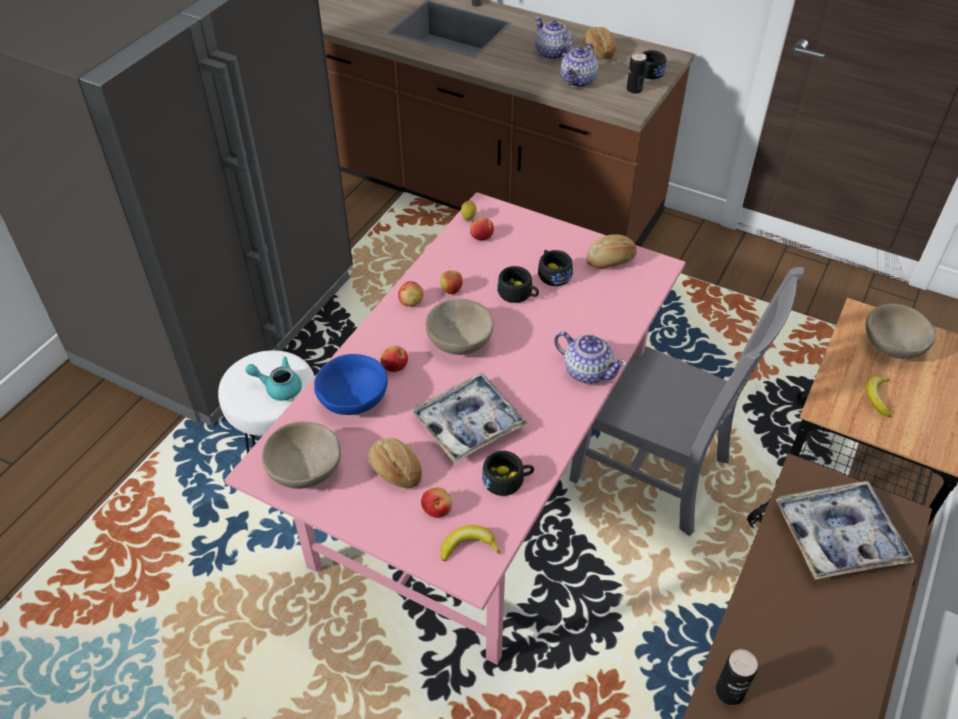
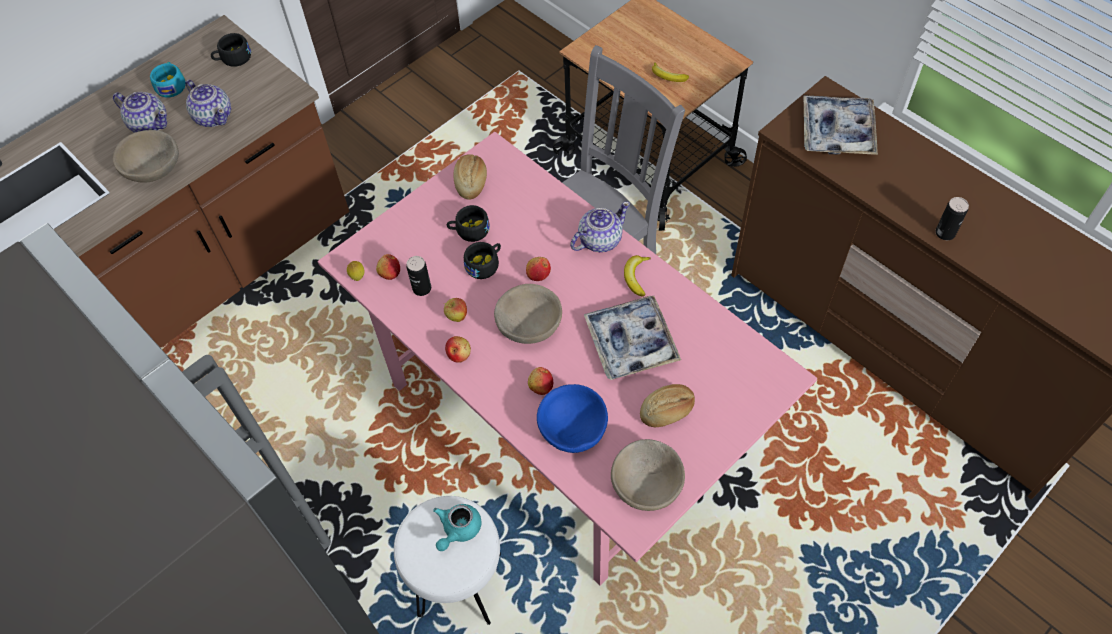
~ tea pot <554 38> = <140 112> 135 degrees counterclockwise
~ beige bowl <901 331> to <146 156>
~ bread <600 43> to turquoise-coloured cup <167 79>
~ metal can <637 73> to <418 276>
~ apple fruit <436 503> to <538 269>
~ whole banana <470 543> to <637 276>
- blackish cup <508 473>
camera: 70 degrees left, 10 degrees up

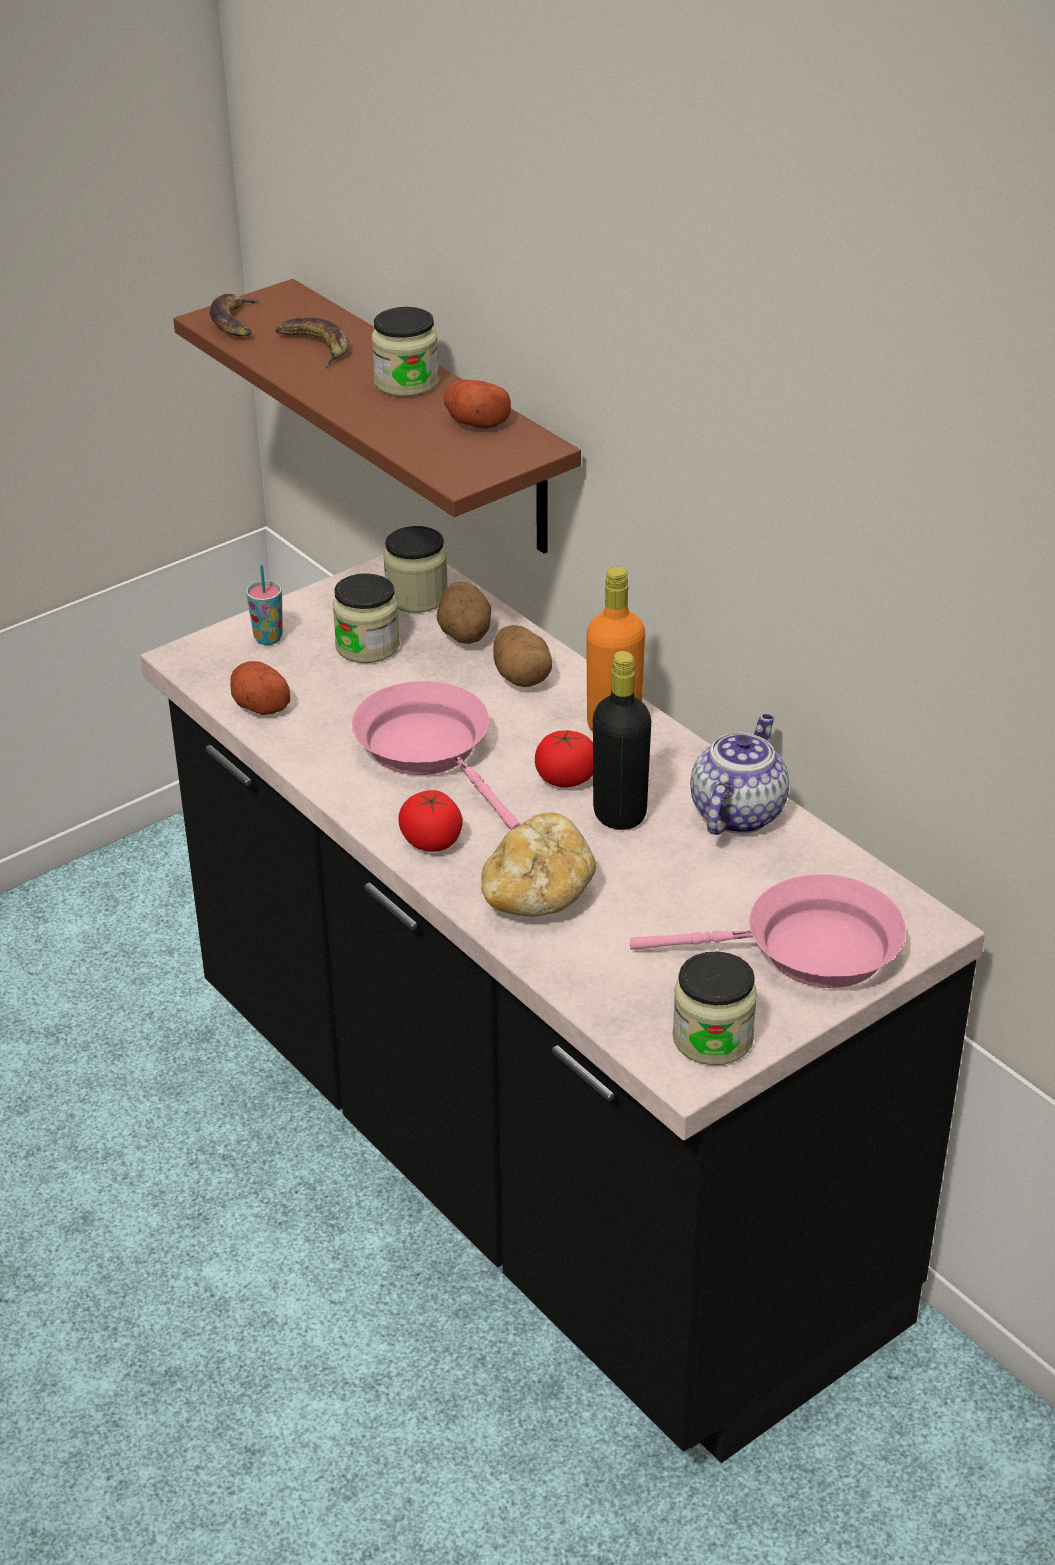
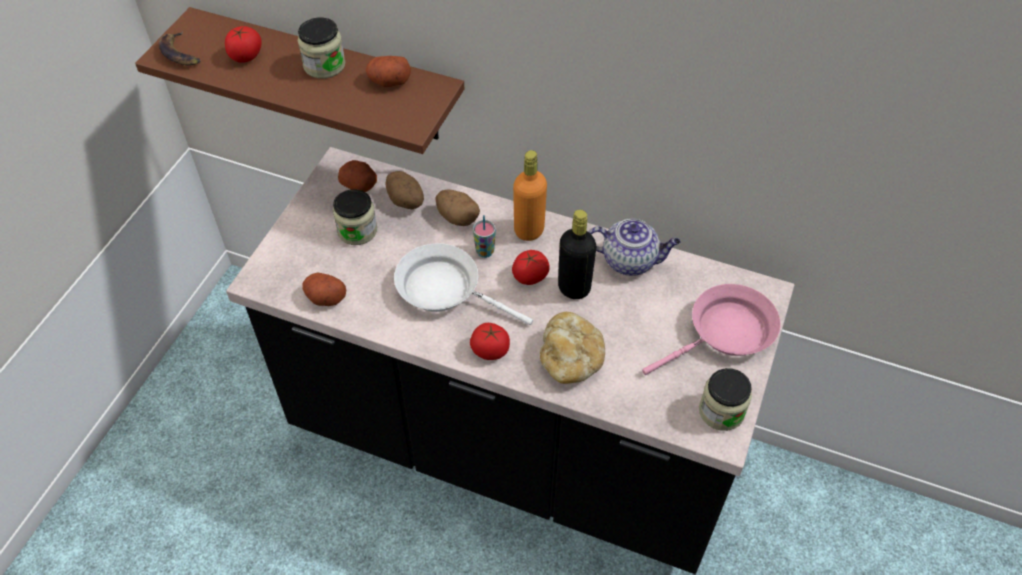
~ whole banana <312 343> to whole tomato <243 44>
~ preserve jar <415 569> to whole potato <357 176>
~ pink frying pan <436 755> to white frying pan <463 284>
~ cup <264 605> to <484 236>
~ tea pot <739 774> = <634 247> 105 degrees clockwise
camera: 30 degrees left, 15 degrees up

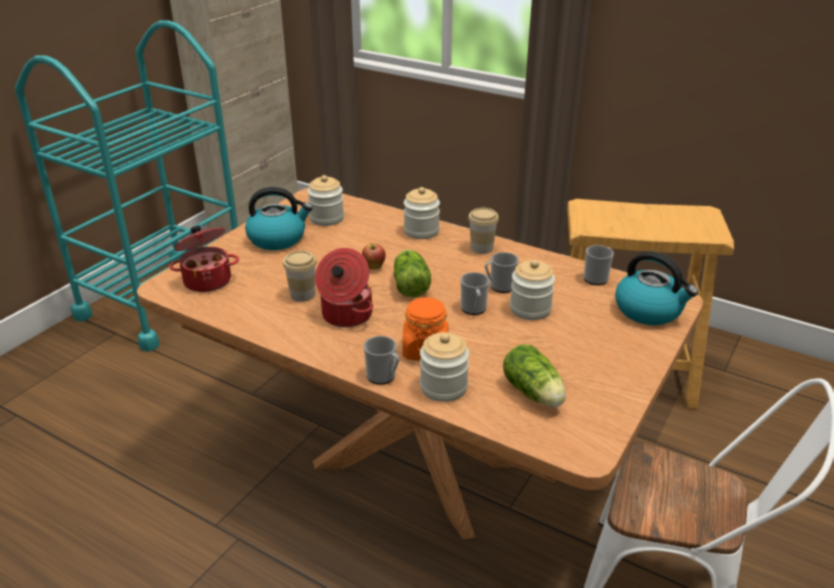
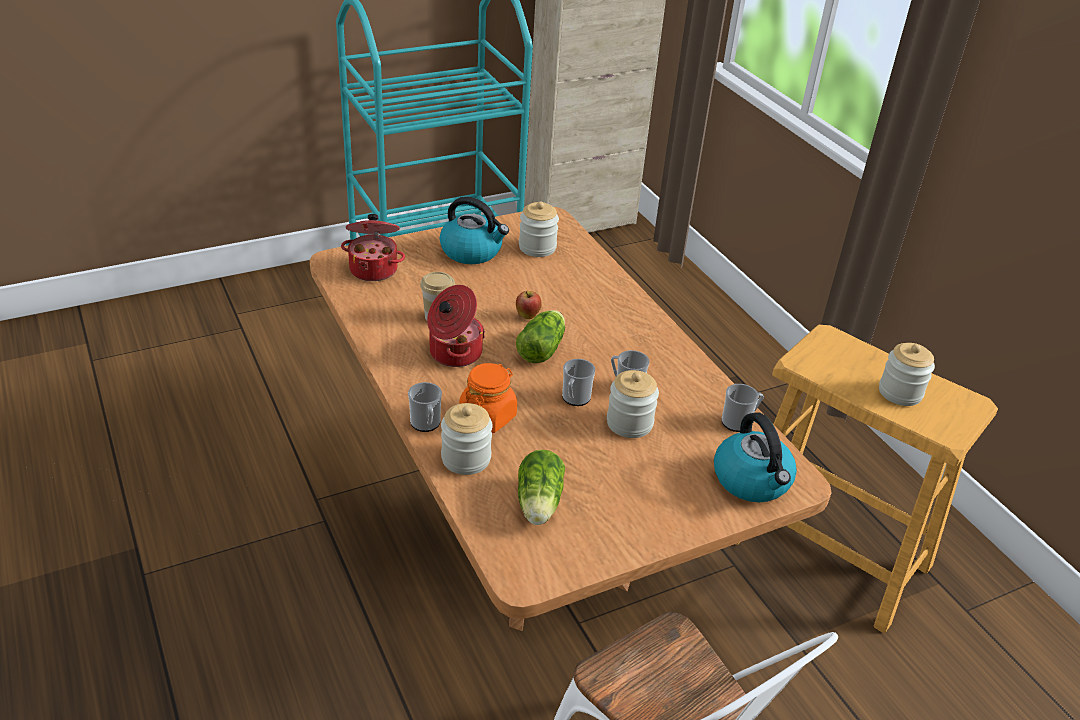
~ preserve jar <422 213> to <907 374>
- cup <483 230>
camera: 30 degrees right, 5 degrees up

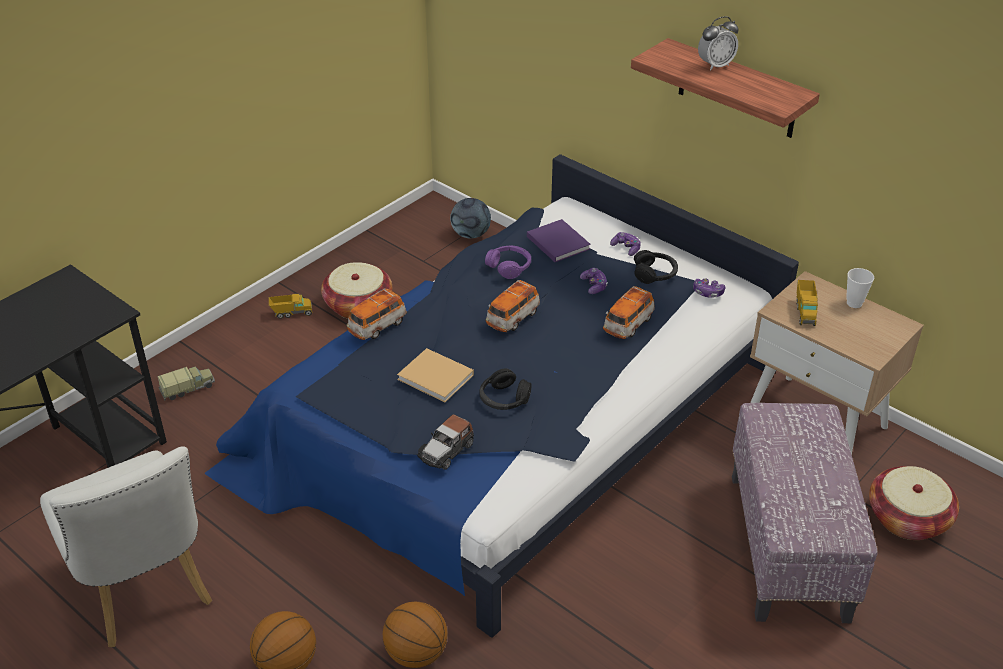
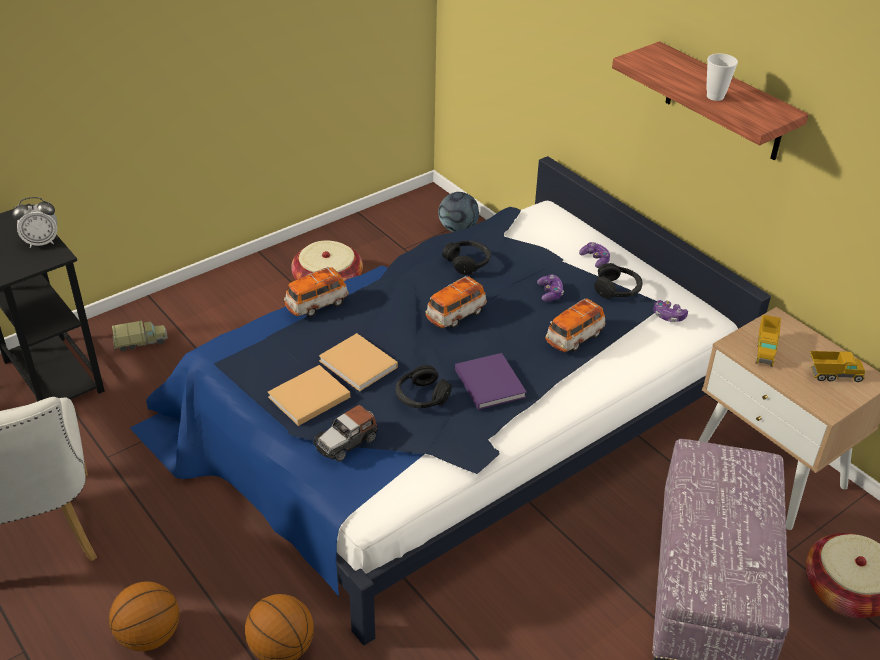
~ alarm clock <718 43> to <34 222>
+ beige bound book <309 395>
~ purplish headphones <508 262> to blackish headphones <466 258>
~ purplish bound book <559 240> to <491 381>
~ cup <860 288> to <722 77>
~ toy truck <291 306> to <837 366>
camera: 10 degrees right, 0 degrees up

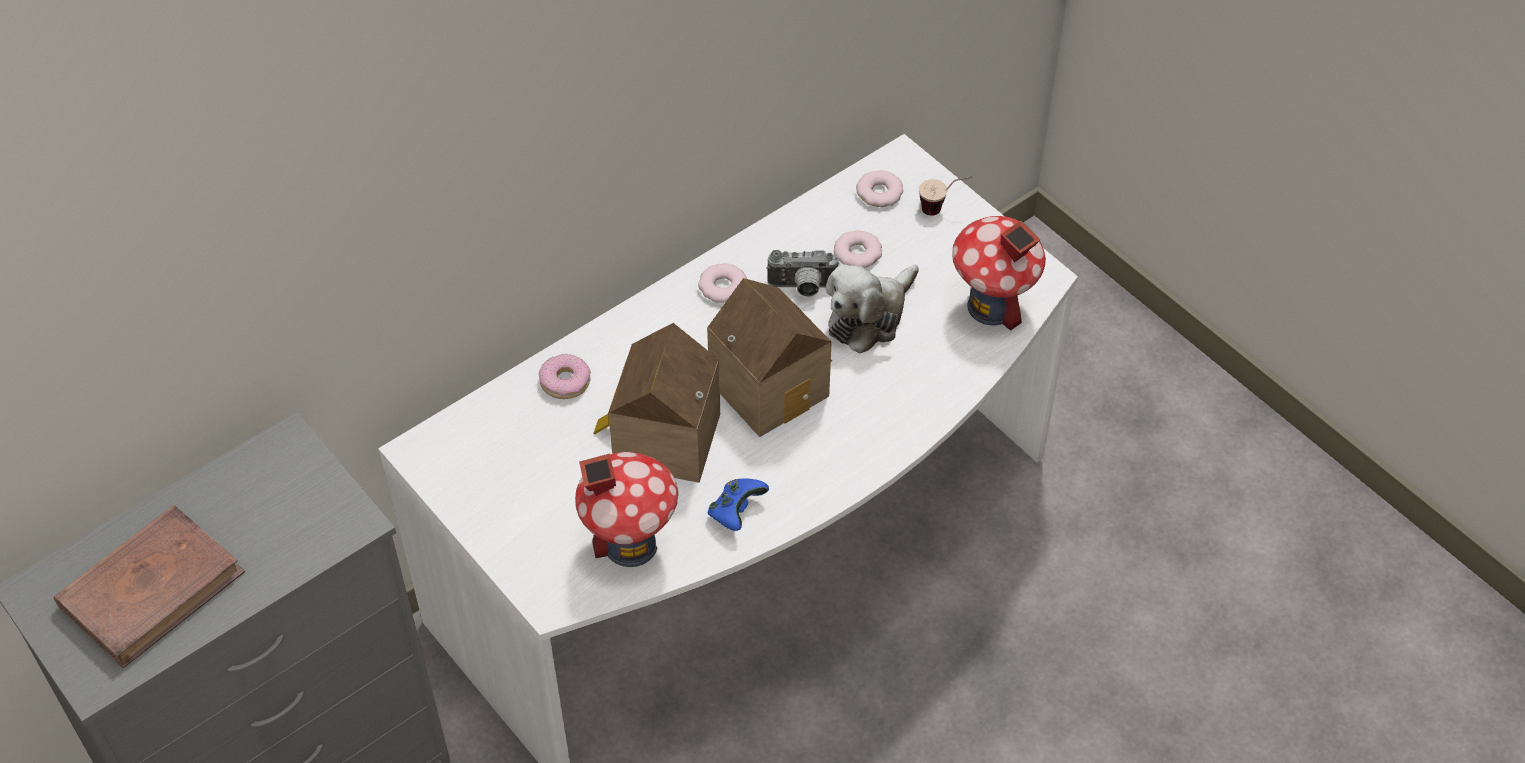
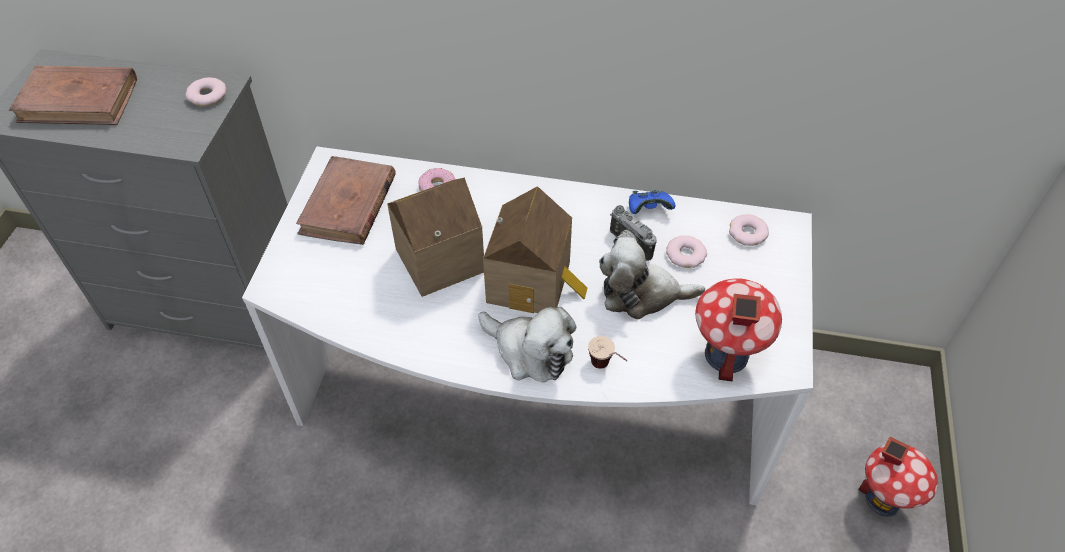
~ ring doughnut <722 283> to <206 91>
+ brownish bound book <346 200>
+ plush toy <527 344>
~ cup <946 196> to <608 352>
~ blue-coloured joypad <738 504> to <652 202>
~ toy house <626 509> to <898 477>
camera: 50 degrees right, 0 degrees up

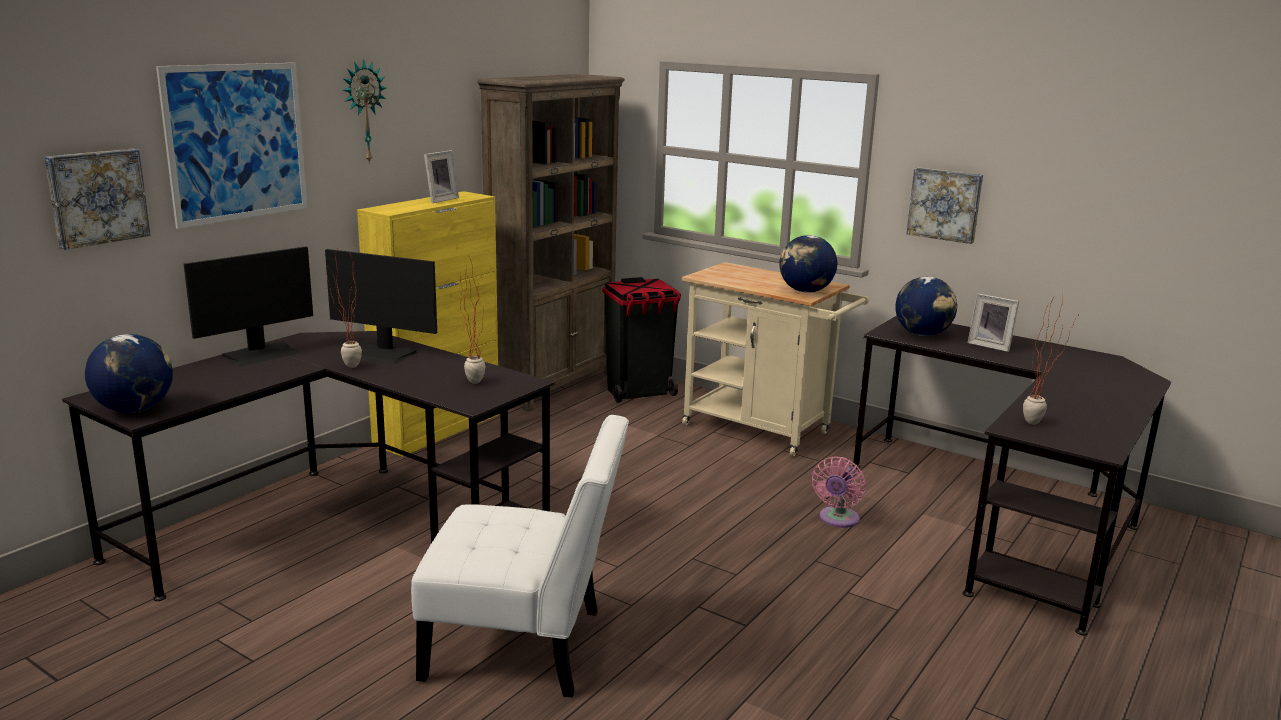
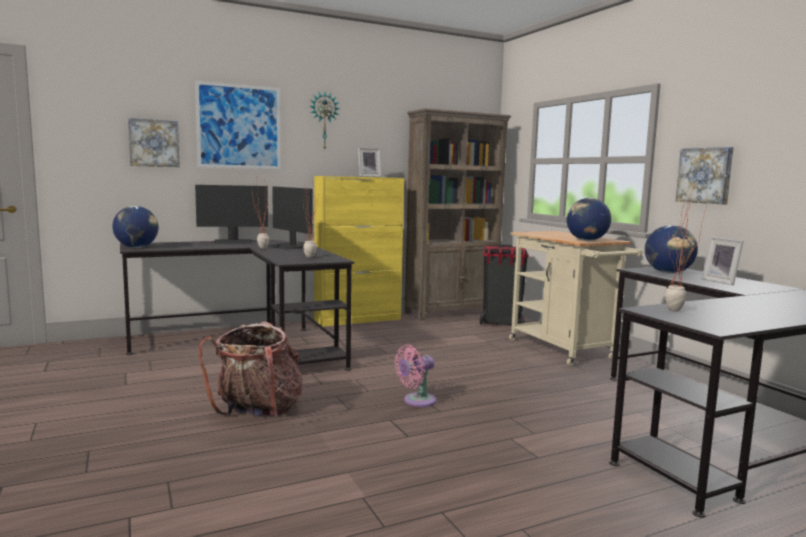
~ white plain chair <520 556> to knapsack <250 369>
~ pink cooling fan <839 492> to <415 376>
camera: 30 degrees right, 10 degrees down

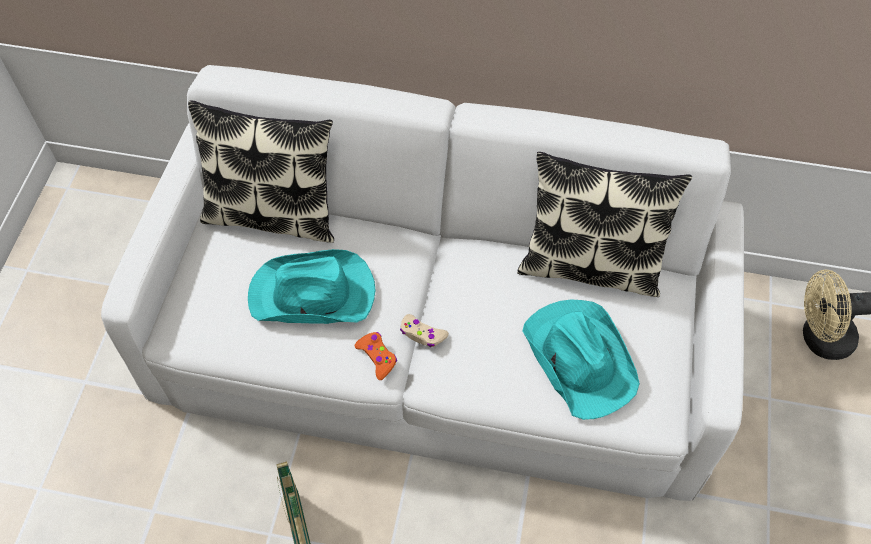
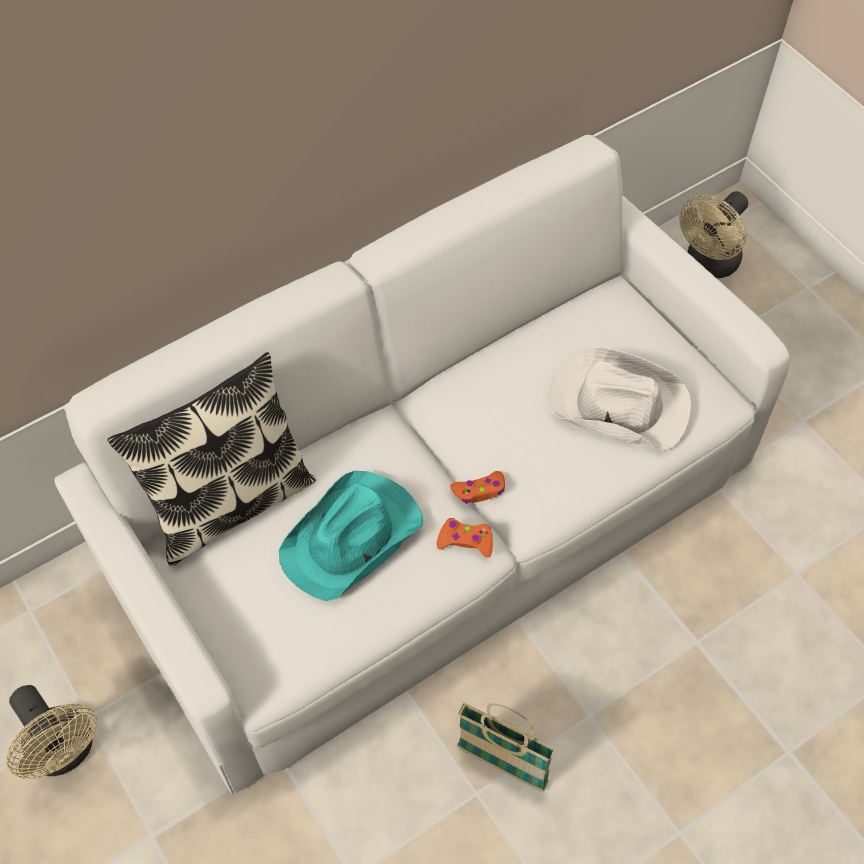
+ beige cooling fan <51 732>
~ beige joypad <424 330> to orangey joypad <477 487>
~ turquoise-coloured clothing hat <581 359> to white clothing hat <620 399>
- cushion <604 224>
camera: 45 degrees left, 0 degrees up

